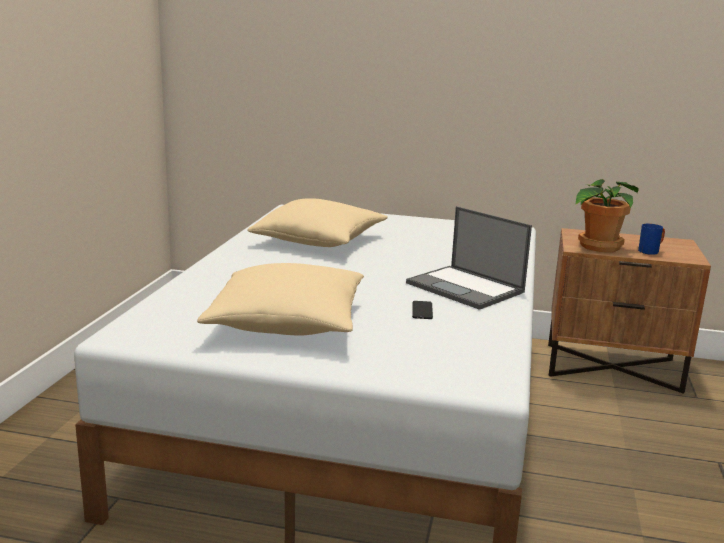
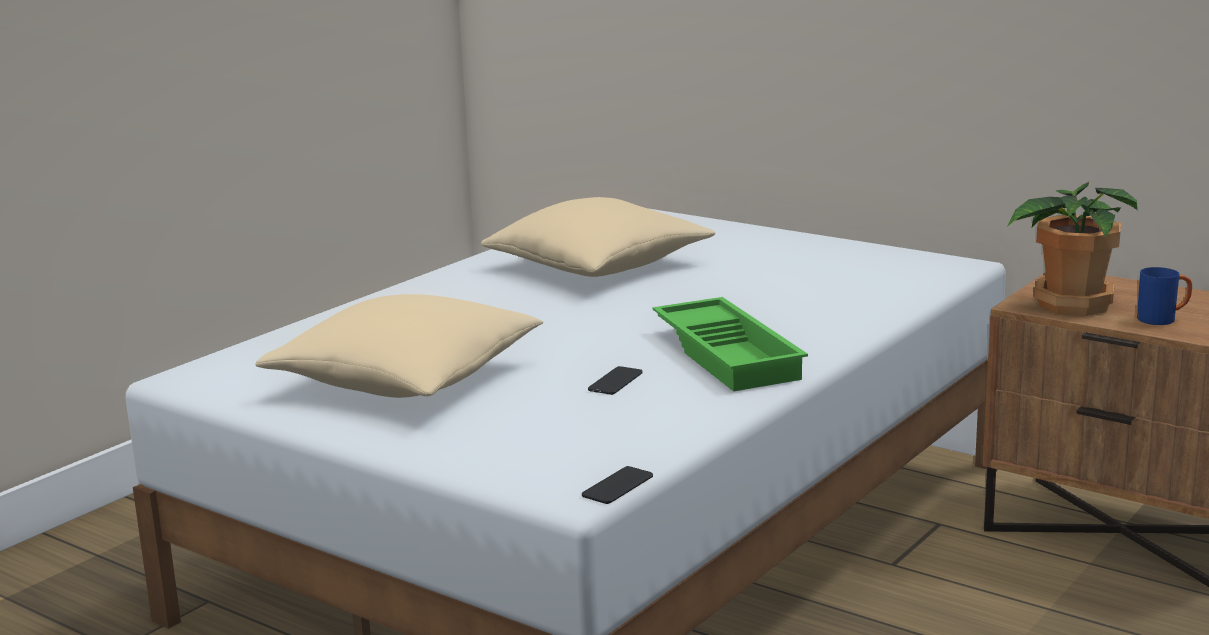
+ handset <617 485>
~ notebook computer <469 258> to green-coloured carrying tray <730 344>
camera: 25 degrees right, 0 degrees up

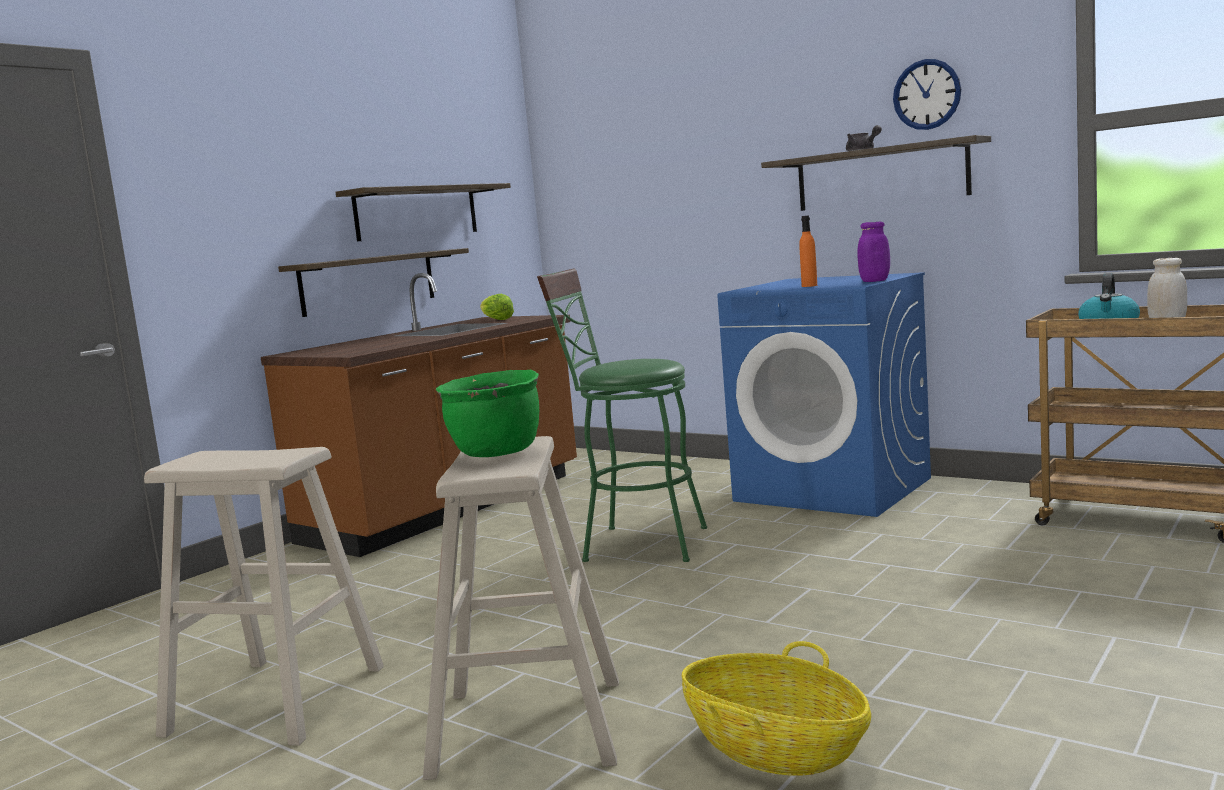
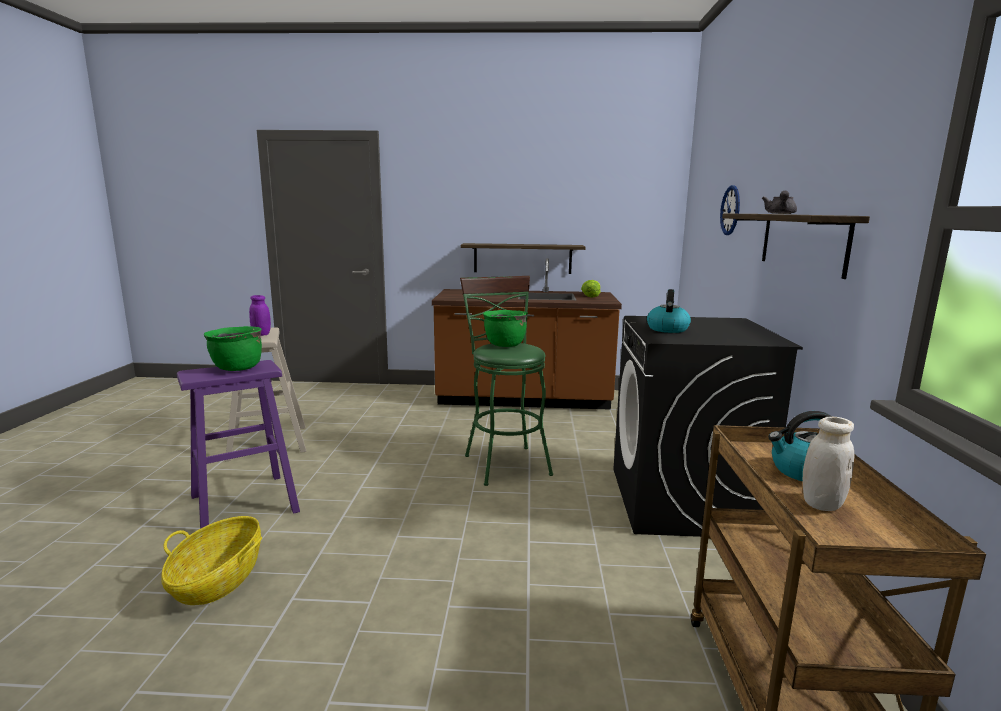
~ beige stool <521 608> to purplish stool <238 444>
~ purplish preserve jar <873 252> to <260 315>
+ green-coloured cooking pot <505 328>
~ blue-coloured washing machine <824 394> to blackish washing machine <708 426>
~ orangey drink bottle <808 251> to water kettle <669 311>
~ clock on the wall <927 94> to <730 210>
- bracket shelf <423 212>
camera: 55 degrees right, 5 degrees up

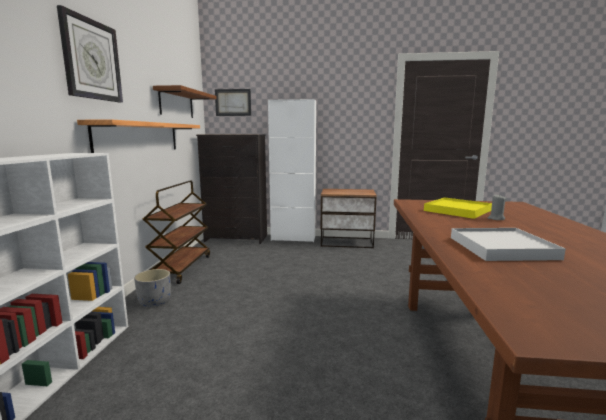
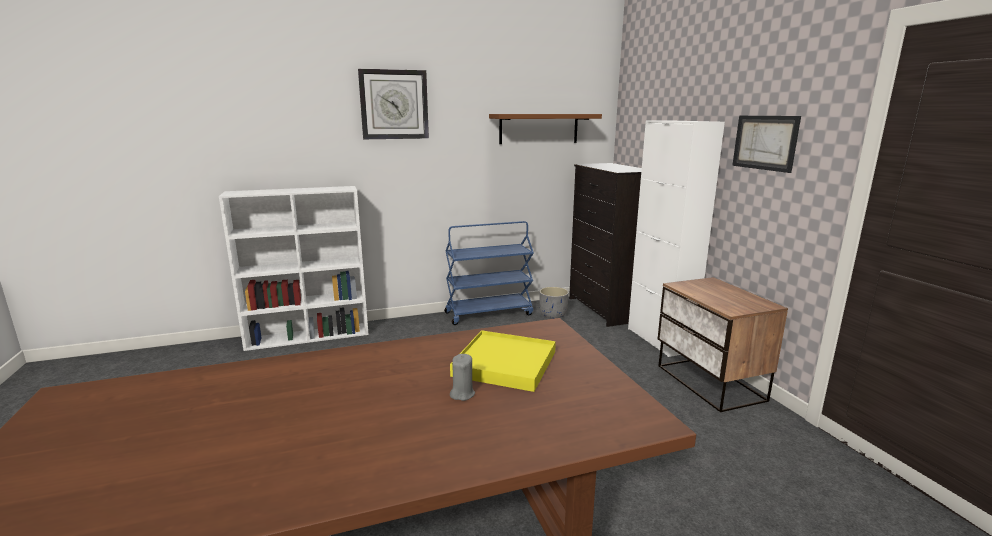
~ brownish wheeled cart <176 232> to blue-coloured wheeled cart <489 273>
~ gray flower pot <152 288> to <554 303>
~ wall picture <233 102> to <766 144>
- bracket shelf <138 136>
- white carrying tray <508 244>
camera: 65 degrees right, 5 degrees up

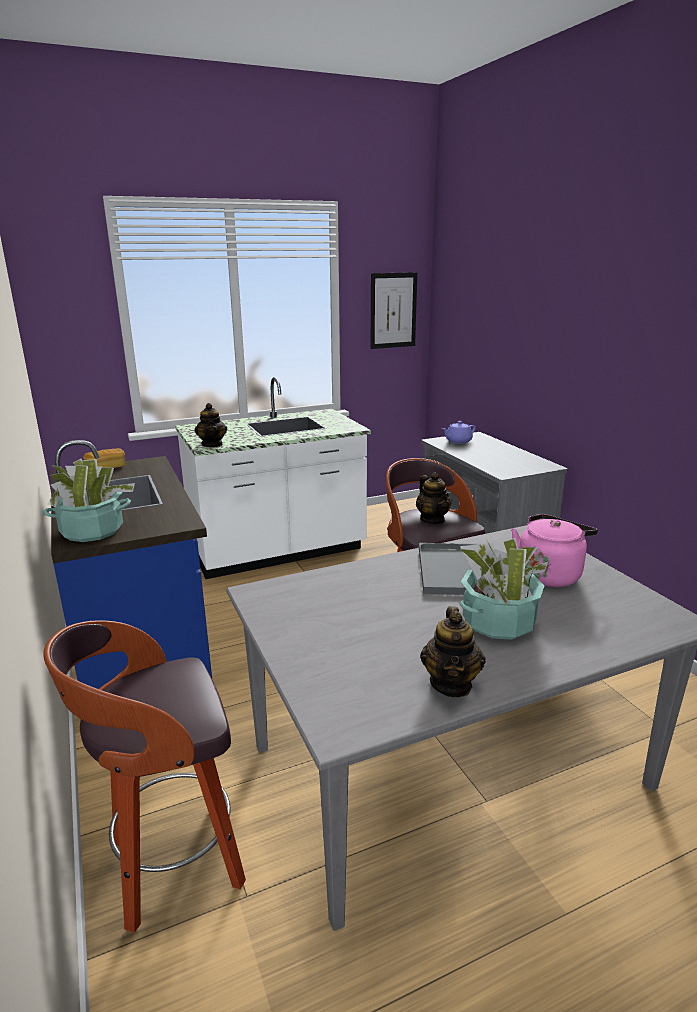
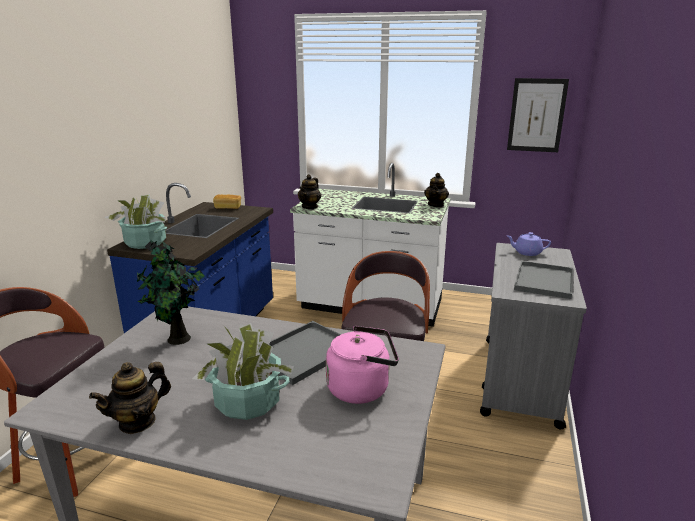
+ potted plant <170 292>
~ tea pot <433 498> to <436 190>
+ gray carrying tray <543 280>
camera: 40 degrees right, 0 degrees up

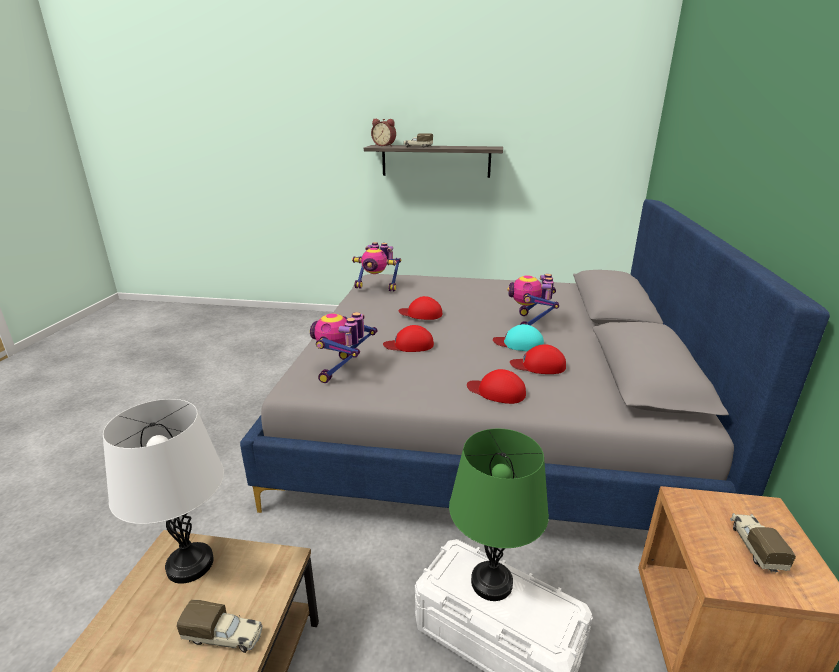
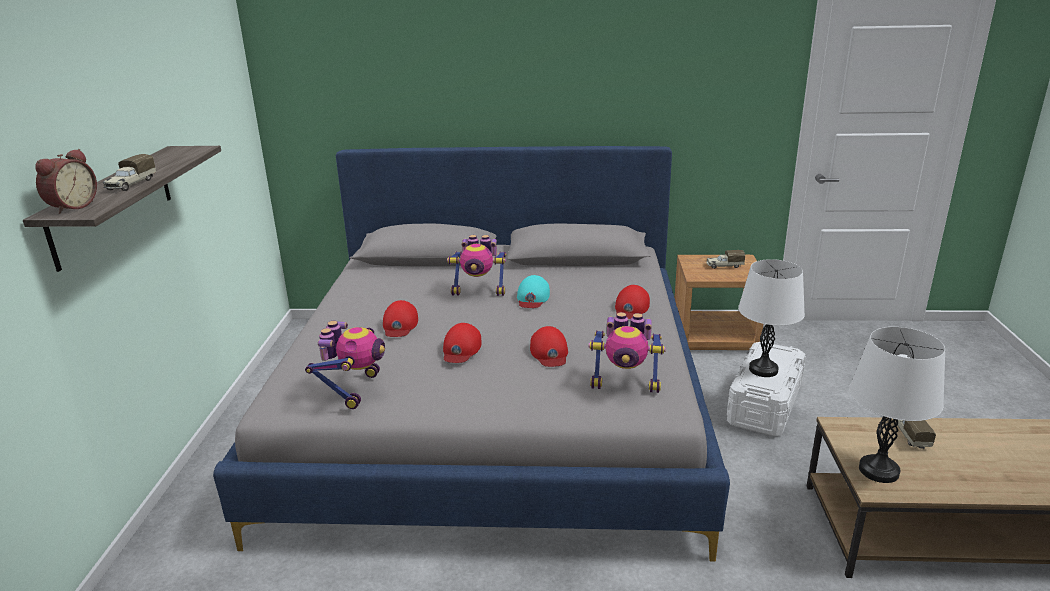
~ red baseball cap <538 359> to <400 318>
~ green-coloured lamp for a table <499 515> to white lamp for a table <771 318>
camera: 95 degrees left, 0 degrees up

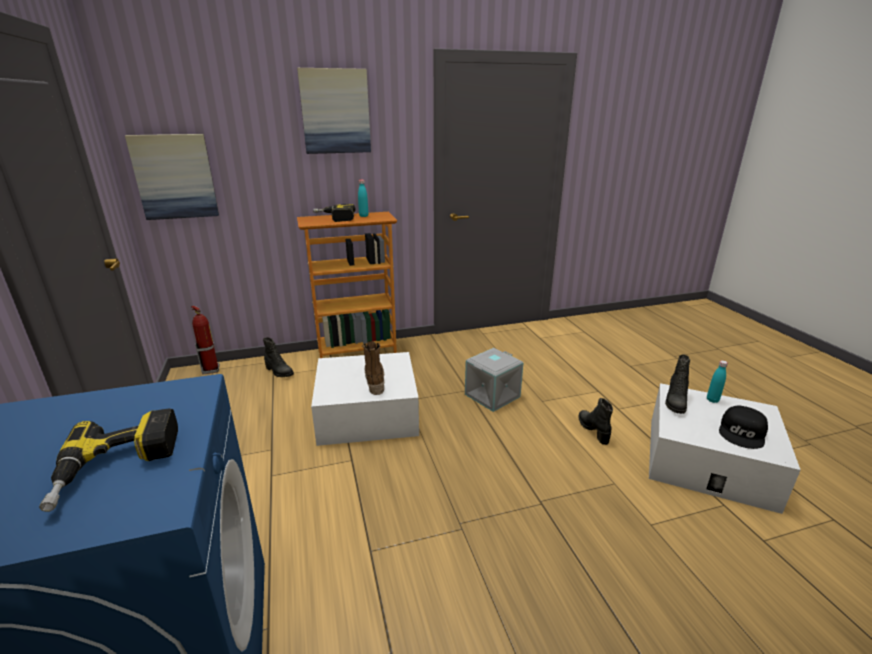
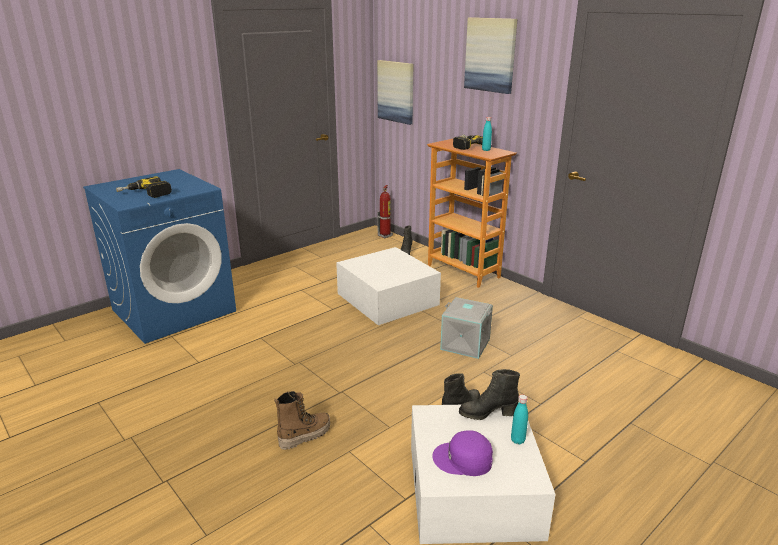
~ boot <373 368> to <302 420>
~ blackish baseball cap <743 427> to purplish baseball cap <462 453>
camera: 65 degrees right, 0 degrees up

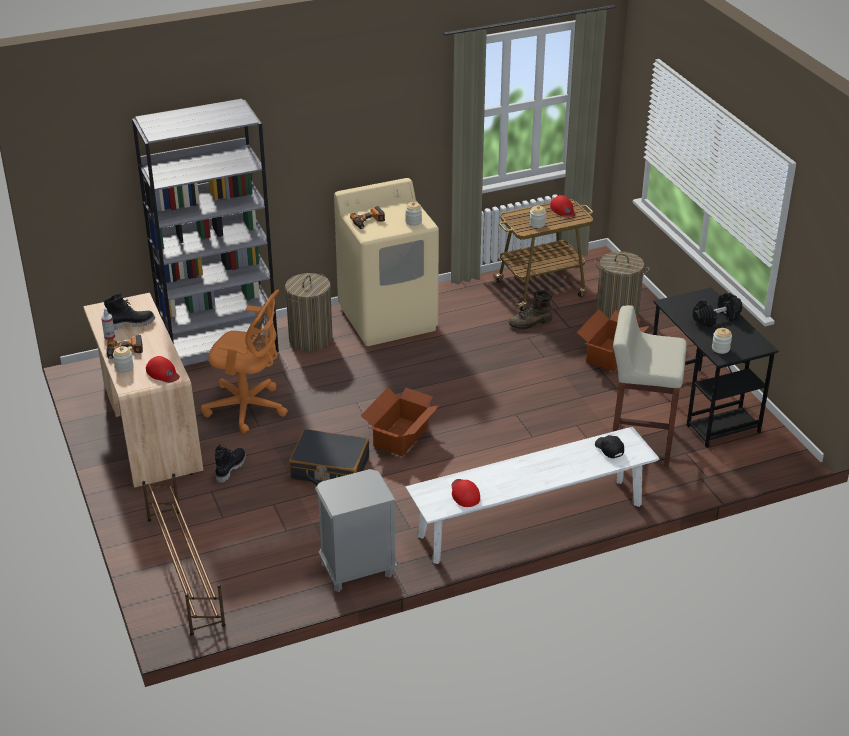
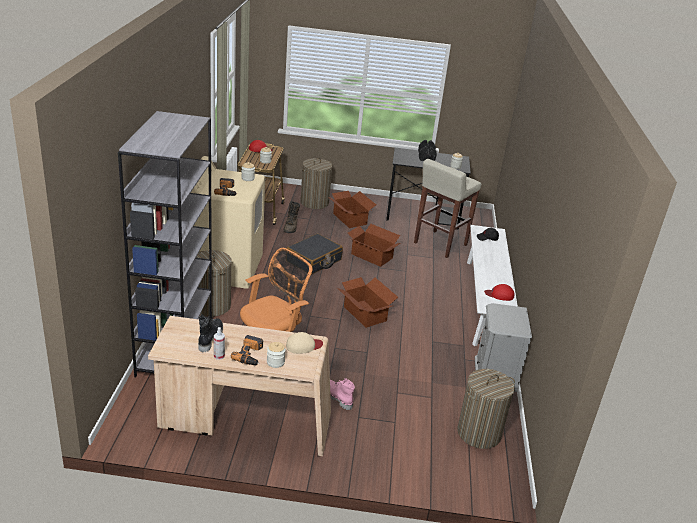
~ blackish piece of luggage <329 457> to <314 254>
~ red baseball cap <163 369> to beige baseball cap <304 343>
~ blackish boot <230 463> to pink boot <342 394>
+ packing box <374 245>
+ hamper <486 409>
- brownish shoe stand <184 554>
camera: 65 degrees left, 5 degrees down

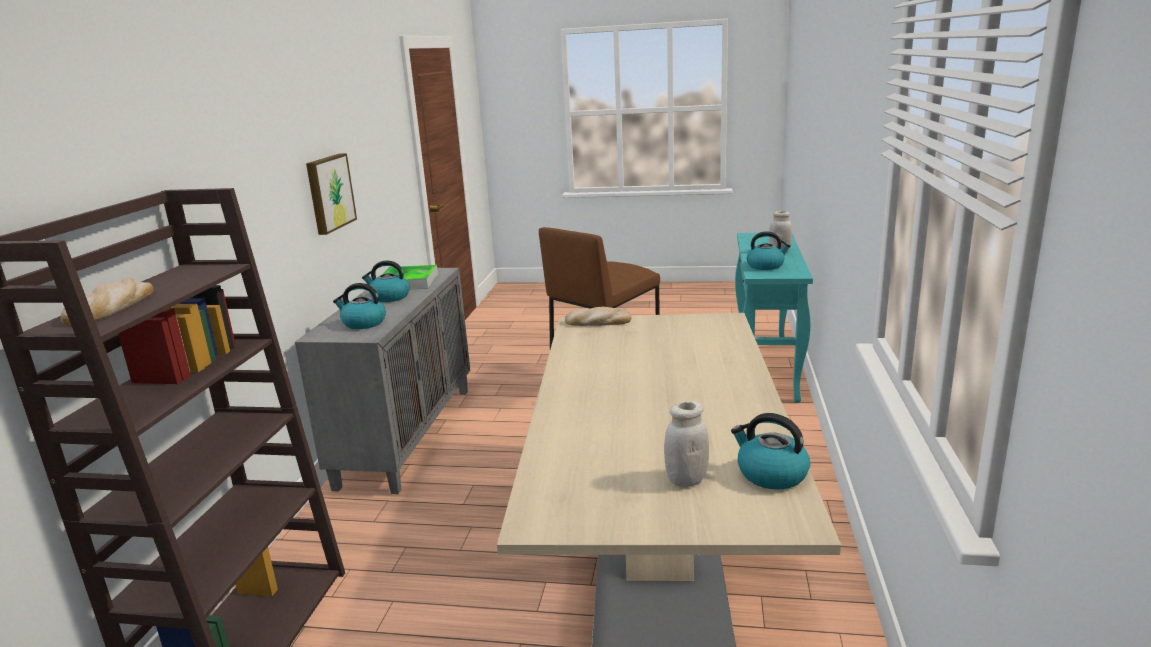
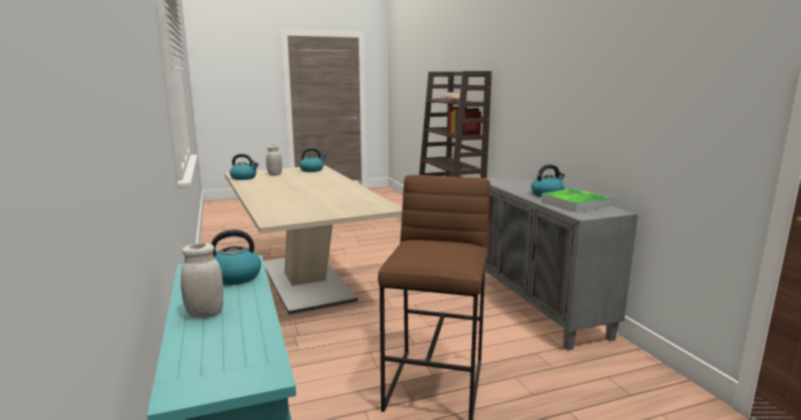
~ water kettle <359 306> to <312 160>
- wall picture <331 194>
- bread <598 316>
camera: 150 degrees right, 5 degrees down

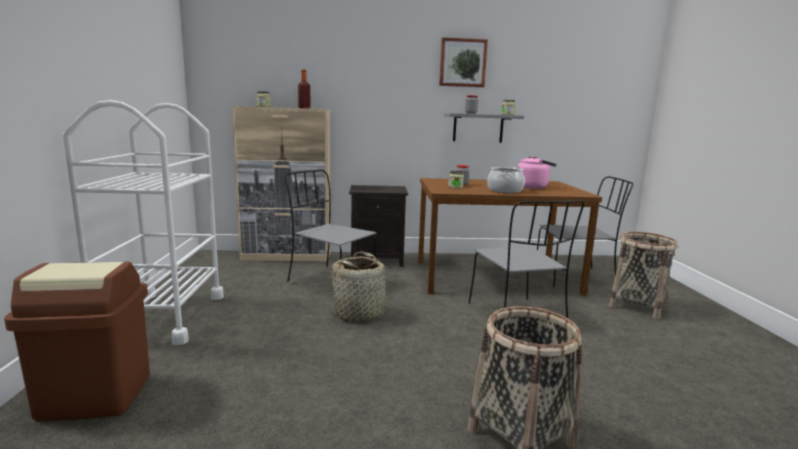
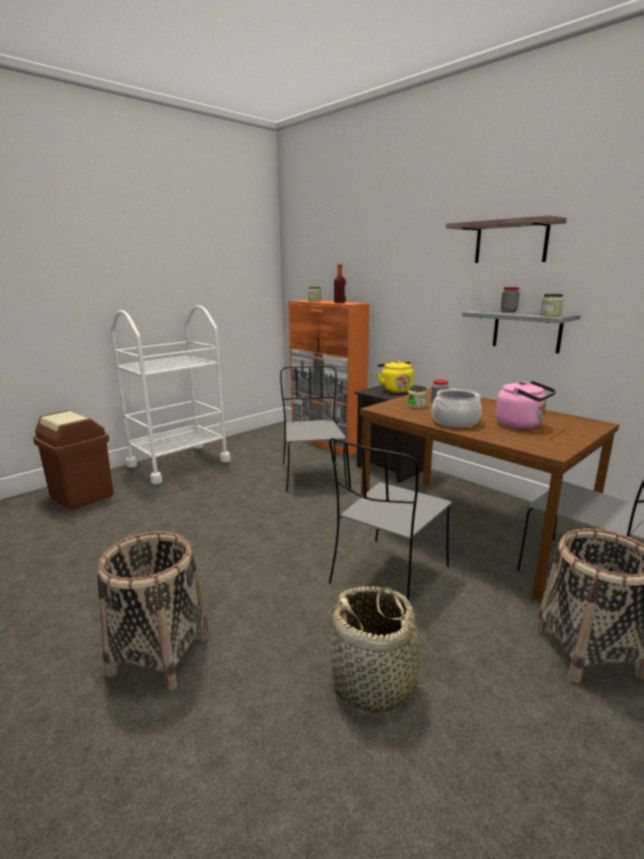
~ beige cabinet <281 183> to orangey cabinet <329 378>
~ basket <362 287> to <381 649>
+ yellow-coloured water kettle <395 377>
~ wall picture <463 62> to bracket shelf <506 239>
camera: 50 degrees right, 5 degrees up

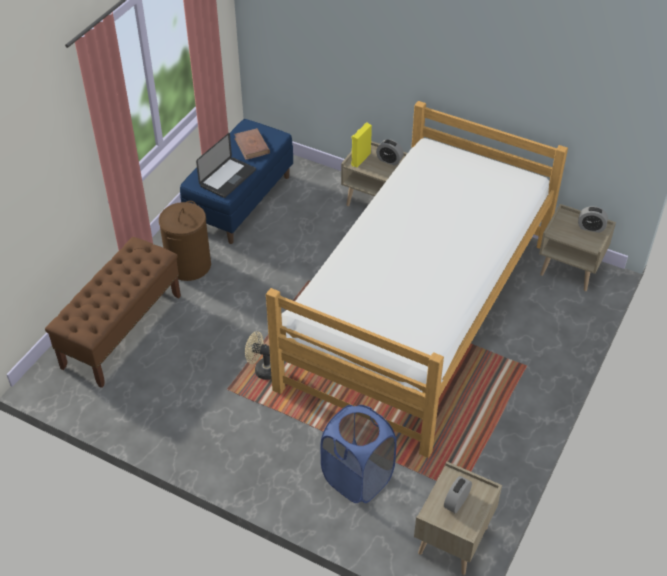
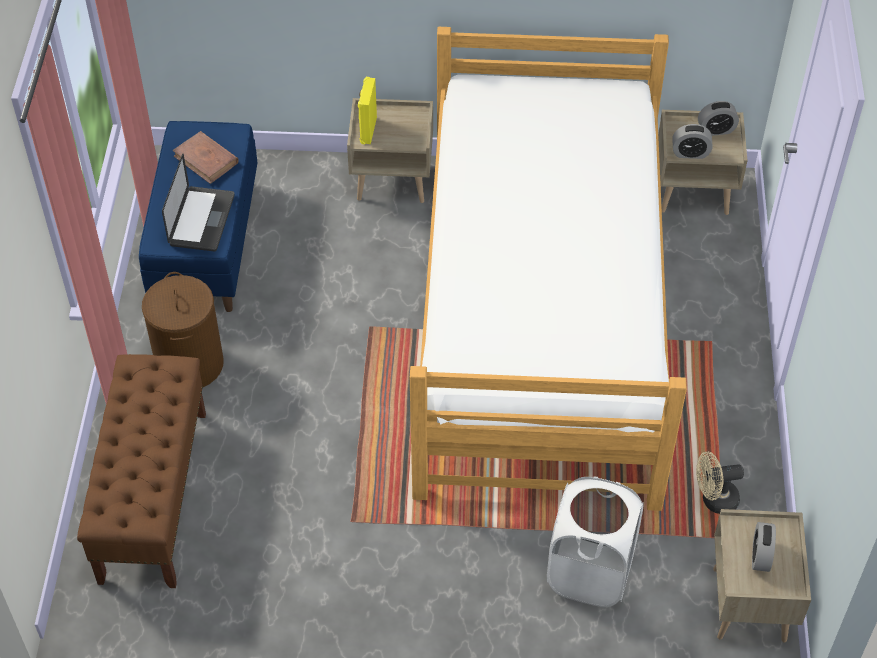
~ blue-coloured hamper <359 454> to white hamper <595 542>
~ alarm clock <390 152> to <692 141>
~ beige cooling fan <258 355> to <720 482>
camera: 25 degrees left, 5 degrees up

